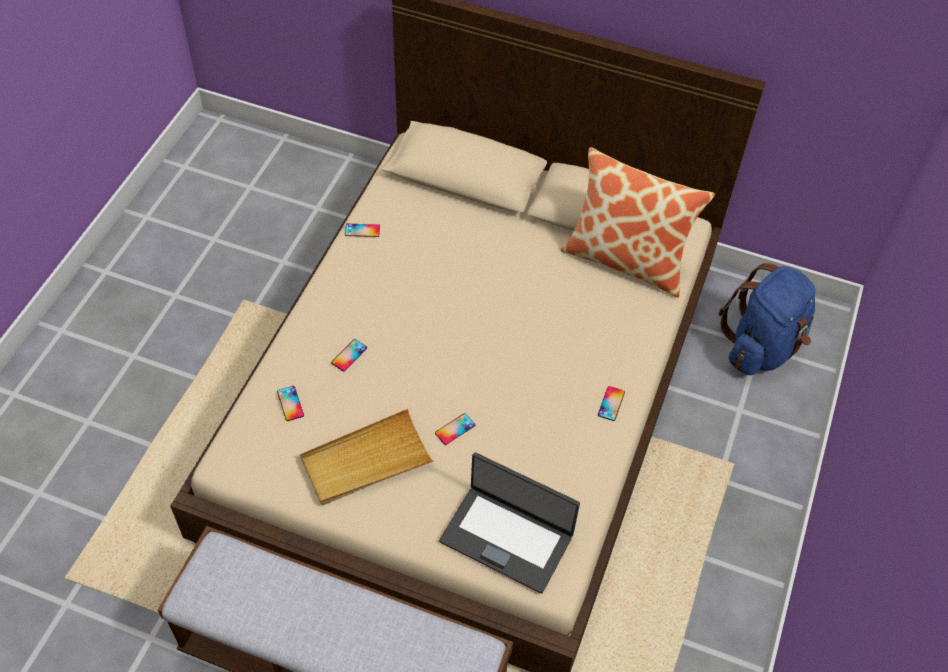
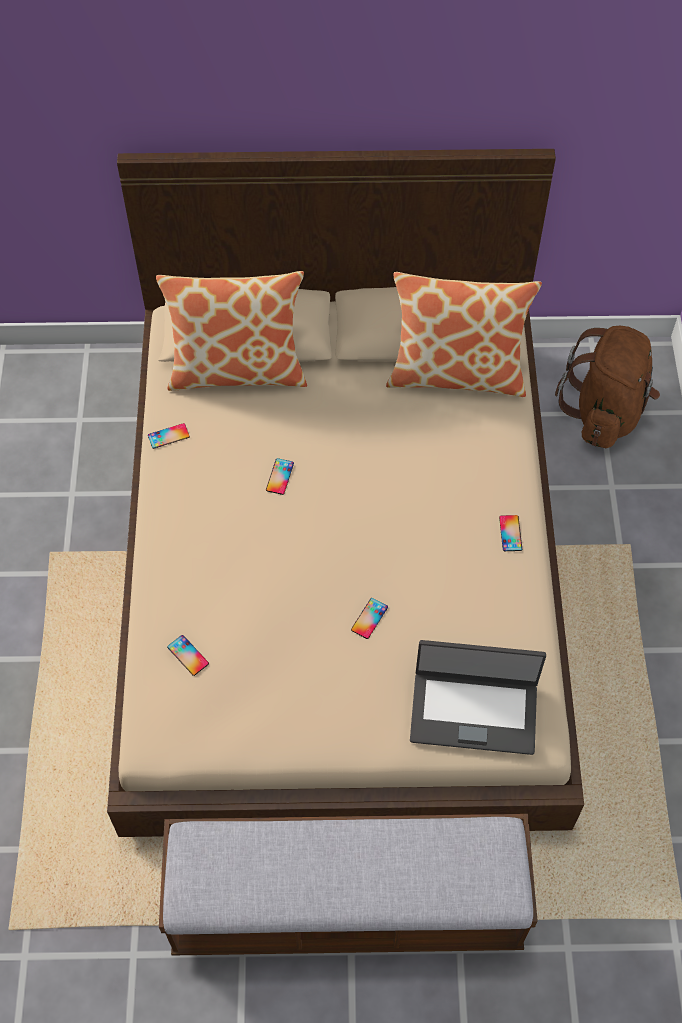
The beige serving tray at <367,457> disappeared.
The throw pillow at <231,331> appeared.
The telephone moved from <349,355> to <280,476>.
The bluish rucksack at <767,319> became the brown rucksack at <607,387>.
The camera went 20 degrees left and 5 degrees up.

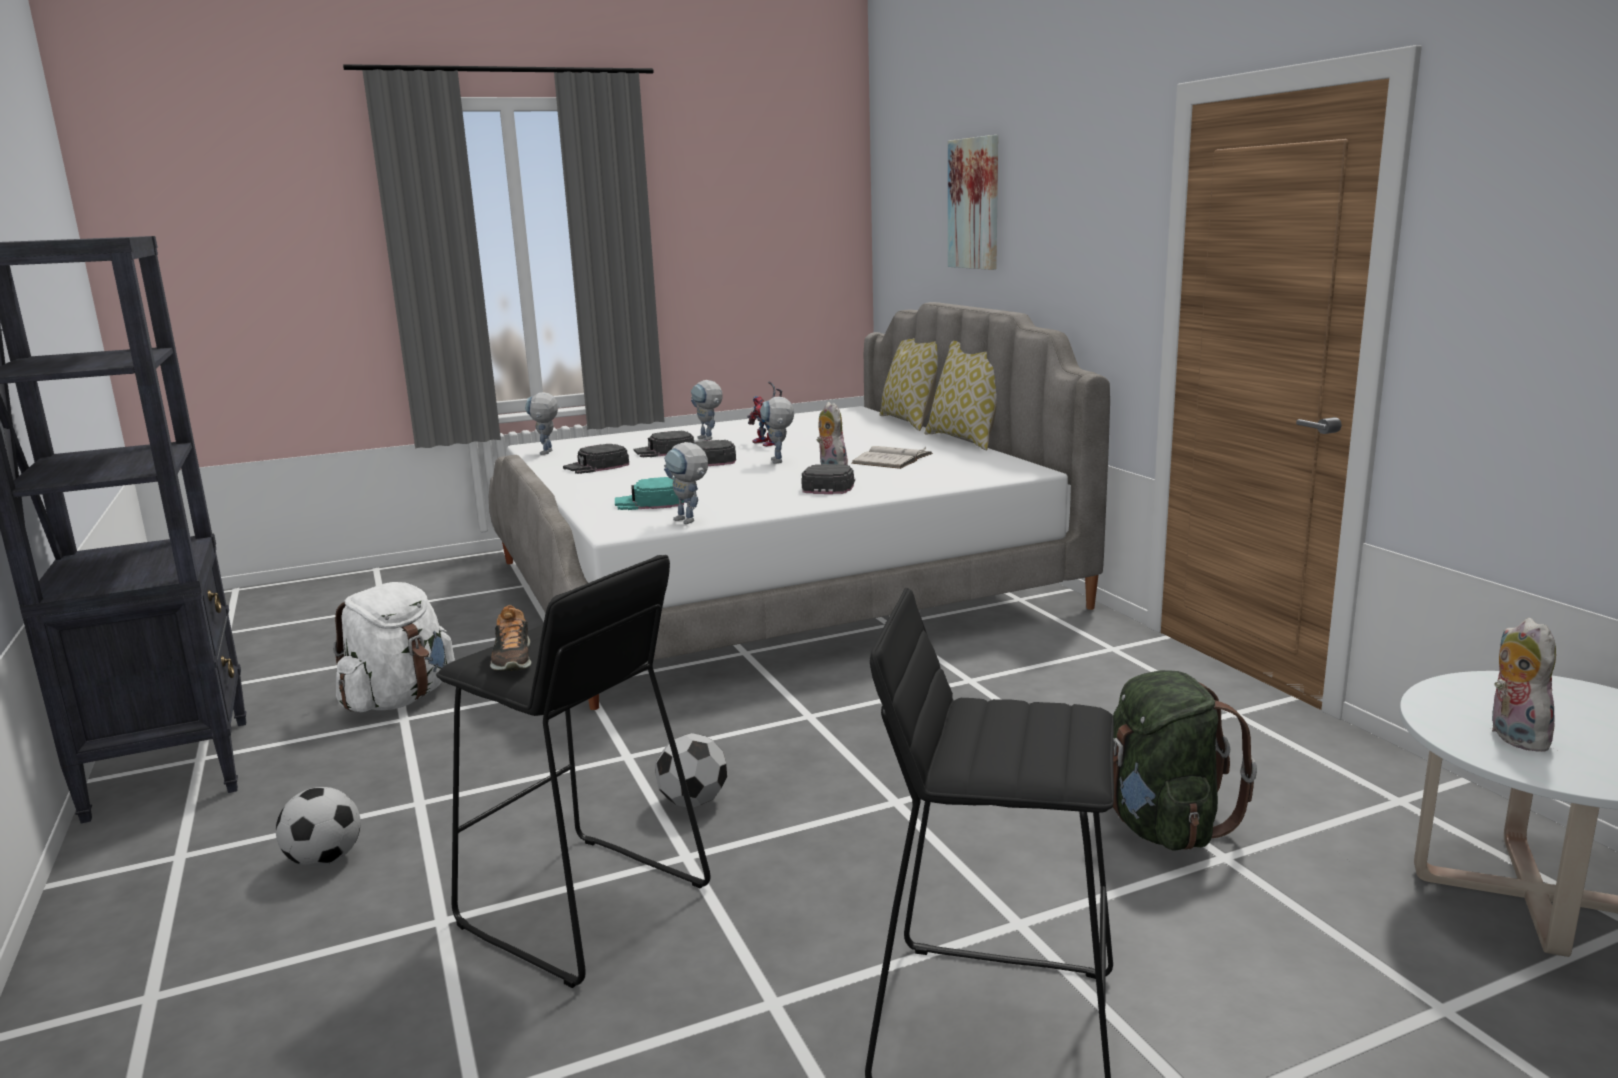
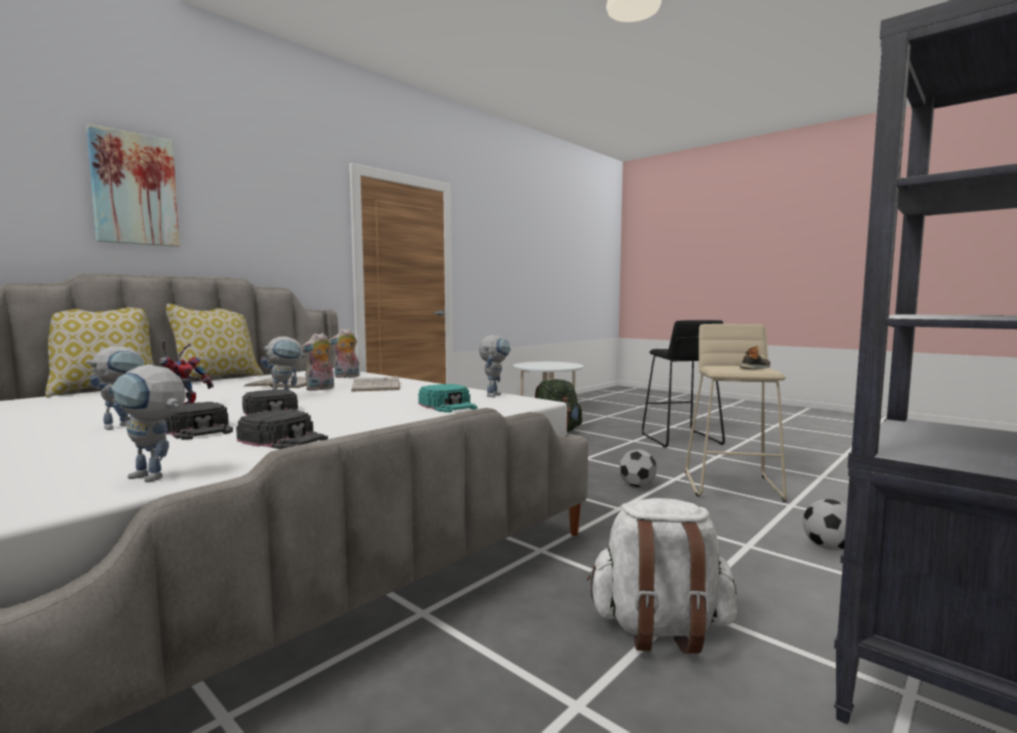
The soft toy moved from <1523,685> to <344,353>.
The blackish cap at <828,479> was replaced by the white-coloured book at <375,383>.
The blackish stool seat at <573,771> became the beige stool seat at <736,413>.
The toy robot at <541,423> turned 45 degrees clockwise.
The camera went 115 degrees left and 10 degrees down.

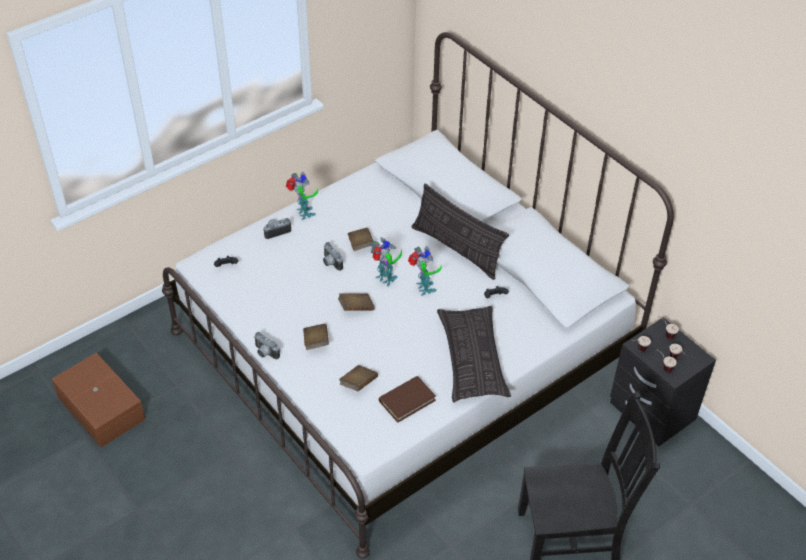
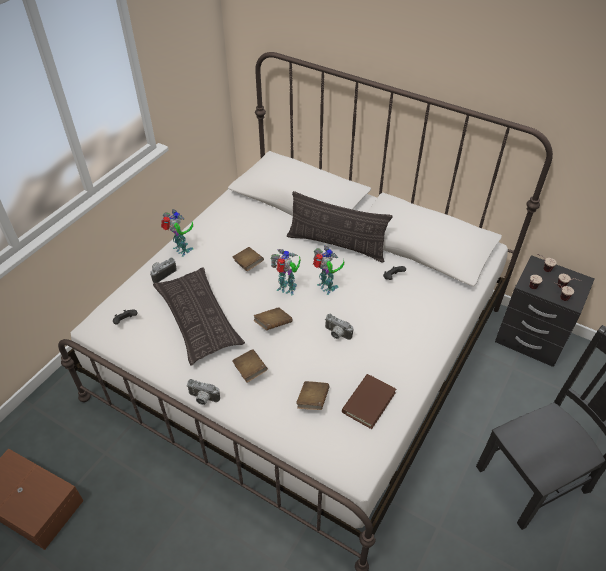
The still camera moved from <333,256> to <339,327>.
The throw pillow moved from <474,354> to <199,316>.
The camera went 20 degrees left and 0 degrees up.

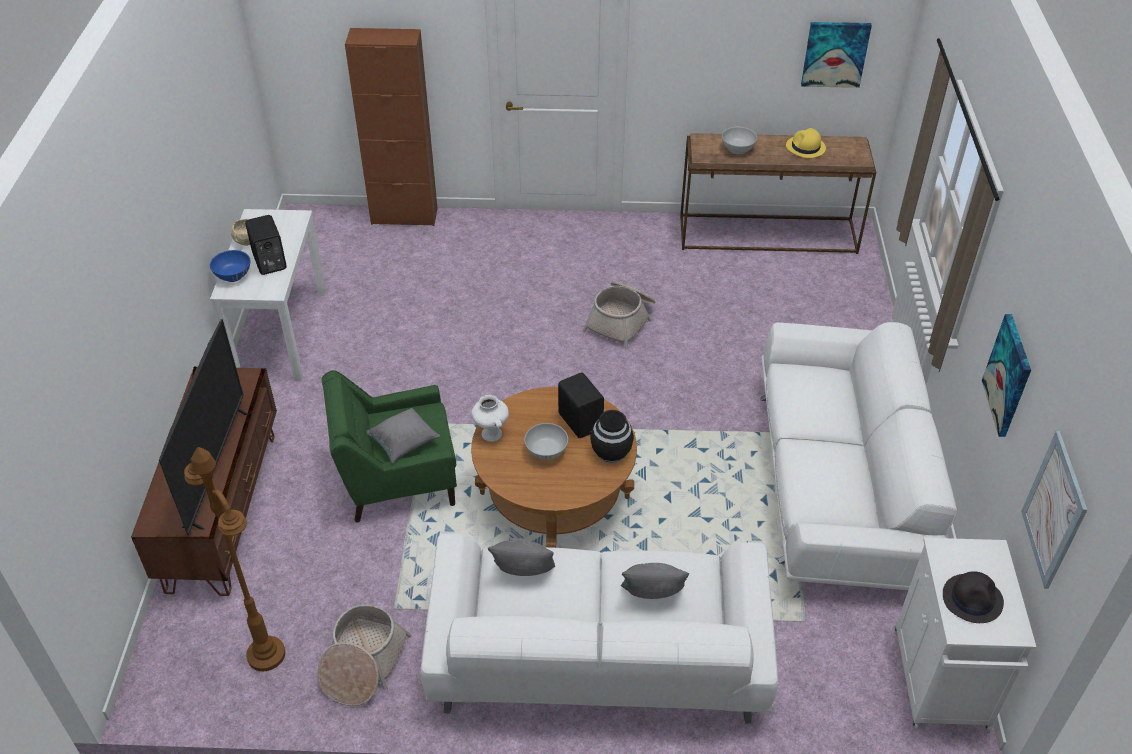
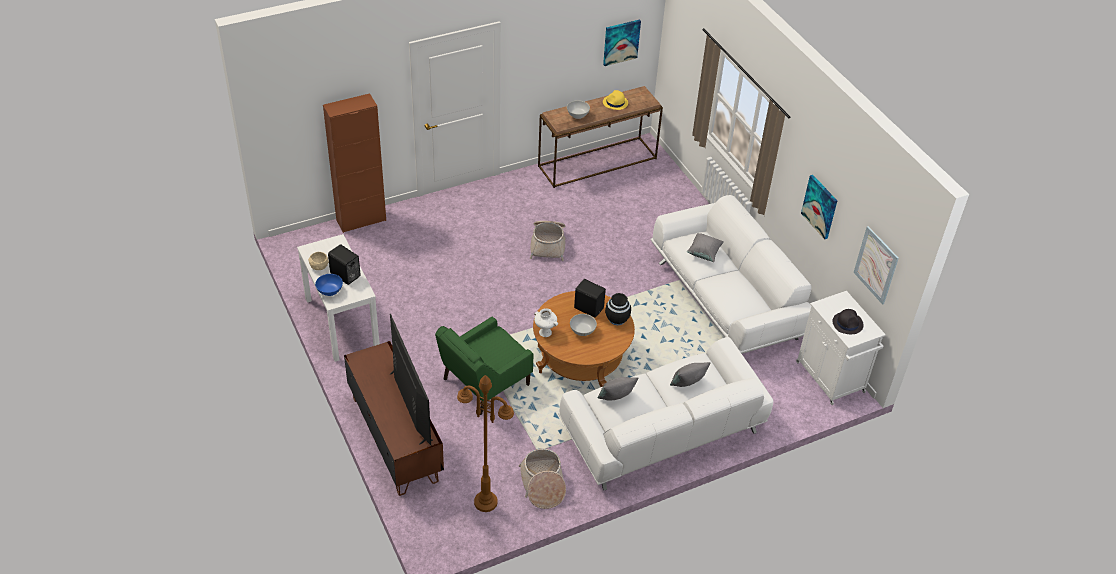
The greyish throw pillow moved from <403,435> to <705,247>.
The camera went 30 degrees left and 0 degrees up.

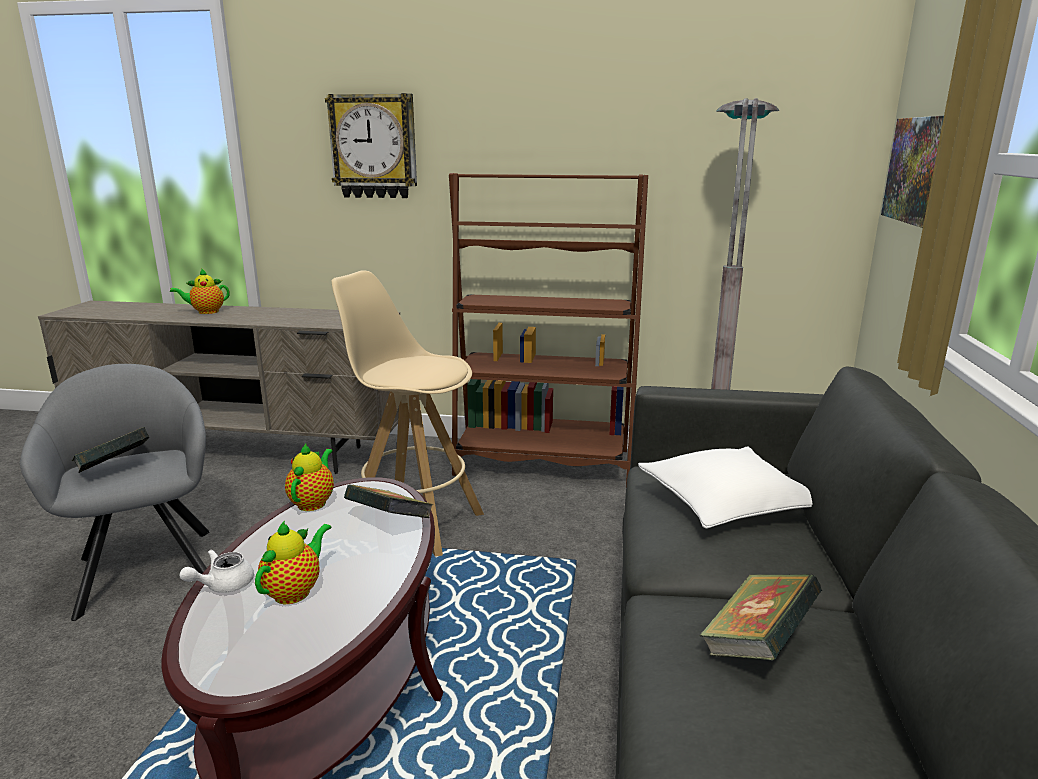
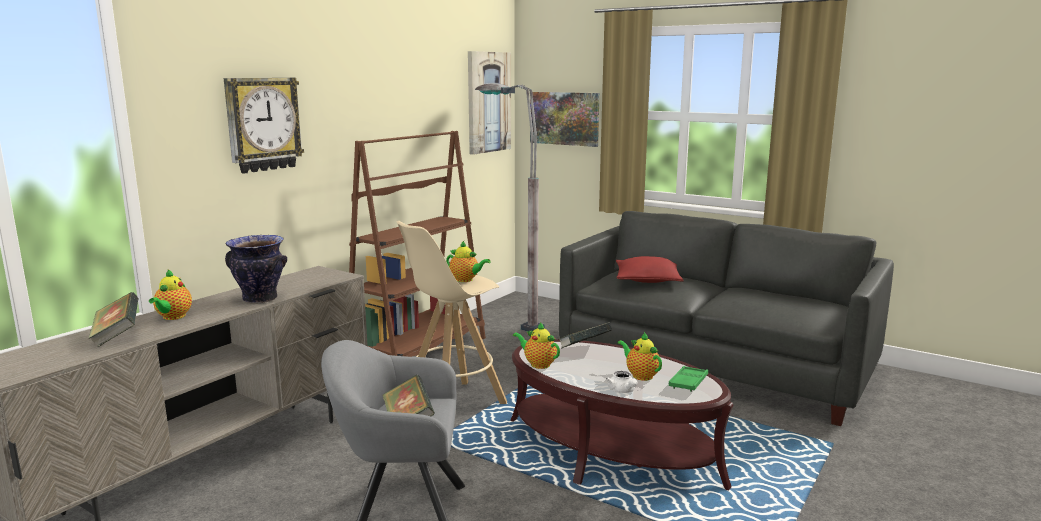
The vase at <256,269> appeared.
The tea pot at <468,261> appeared.
The picture at <489,103> appeared.
The green-coloured serving tray at <688,379> appeared.
The book moved from <760,617> to <113,319>.
The white-coloured throw pillow at <725,487> became the red-coloured throw pillow at <650,269>.
The camera went 65 degrees left and 5 degrees down.

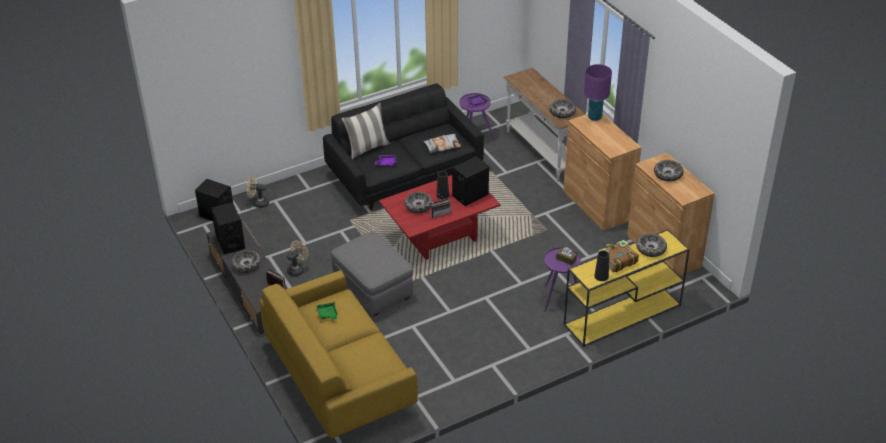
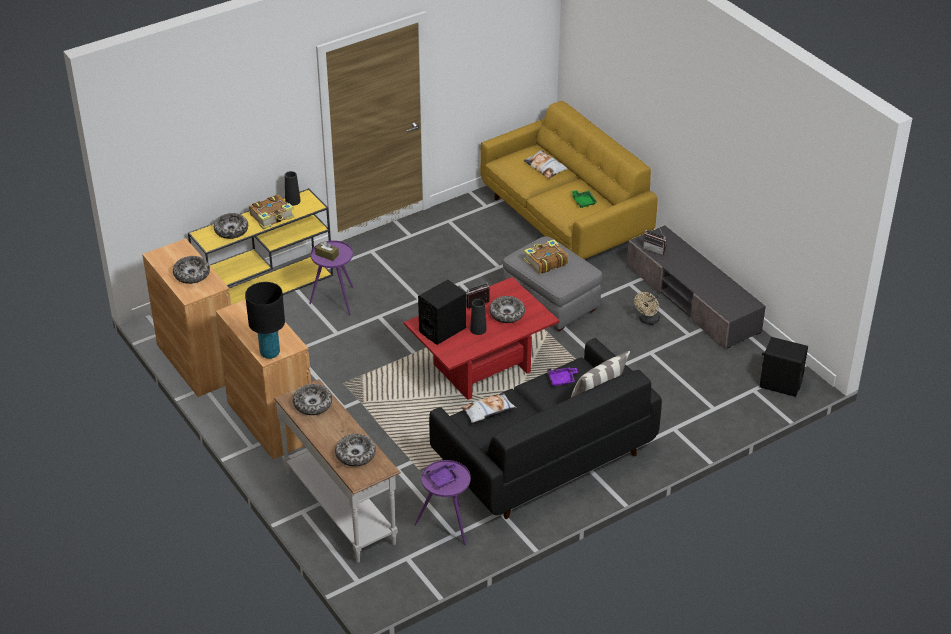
The blackish loudspeaker at <228,228> disappeared.
The beige cooling fan at <257,192> disappeared.
The throw pillow at <545,164> appeared.
The book at <546,256> appeared.
The serving bowl moved from <246,261> to <355,450>.
The purple lamp for a table at <598,92> became the blackish lamp for a table at <265,320>.
The camera went 175 degrees right and 0 degrees up.

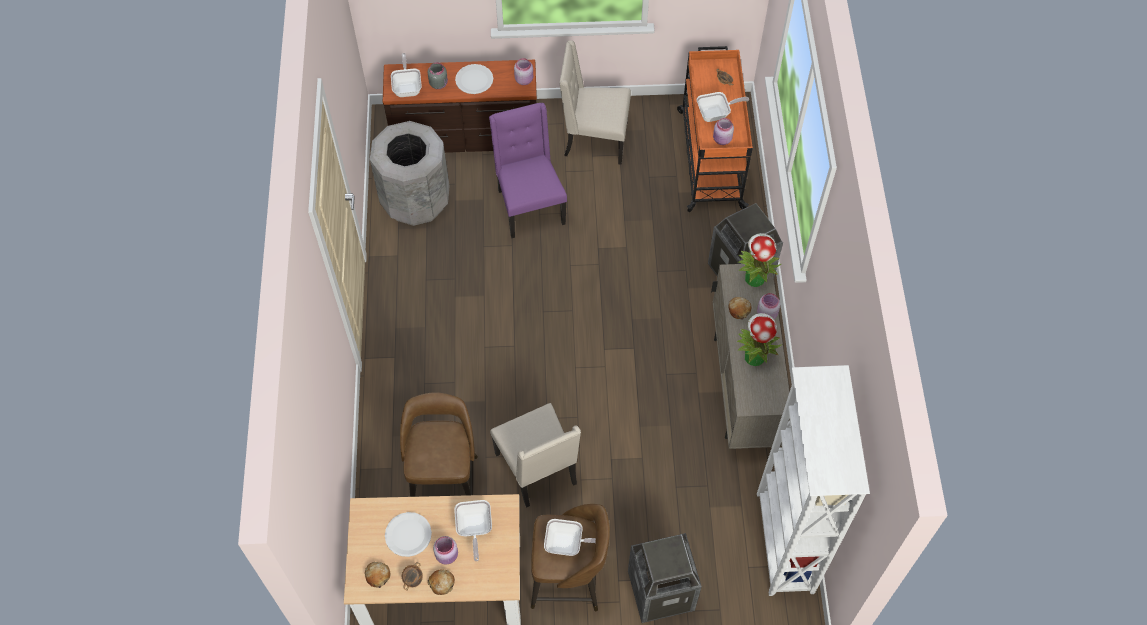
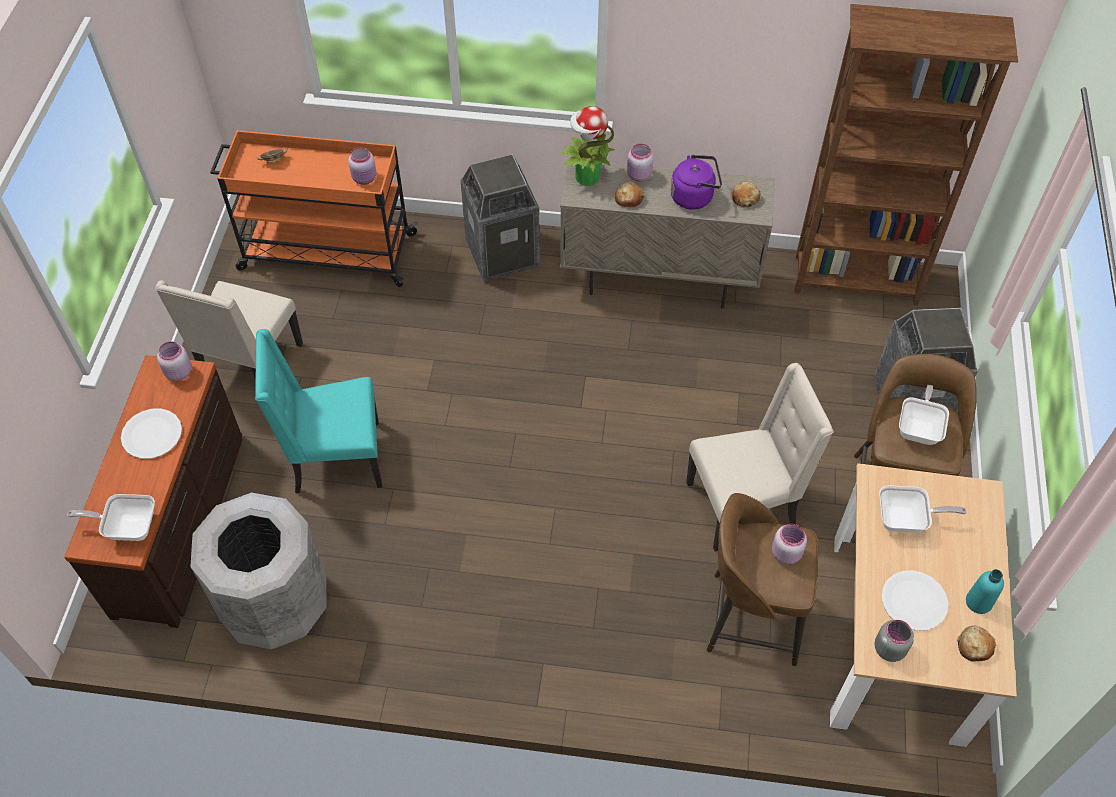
The frying pan at <723,107> disappeared.
The bread moved from <441,582> to <746,194>.
The greyish jar moved from <438,75> to <894,641>.
The pink jar moved from <445,550> to <789,544>.
The serving bowl at <412,576> was replaced by the blue-green drink bottle at <985,591>.
The potted plant at <759,339> was replaced by the purple kettle at <696,182>.
The purple chair at <528,170> became the blue-green chair at <319,411>.
The white-coloured shelving unit at <813,480> became the brown shelving unit at <906,155>.
The camera went 80 degrees left and 5 degrees down.

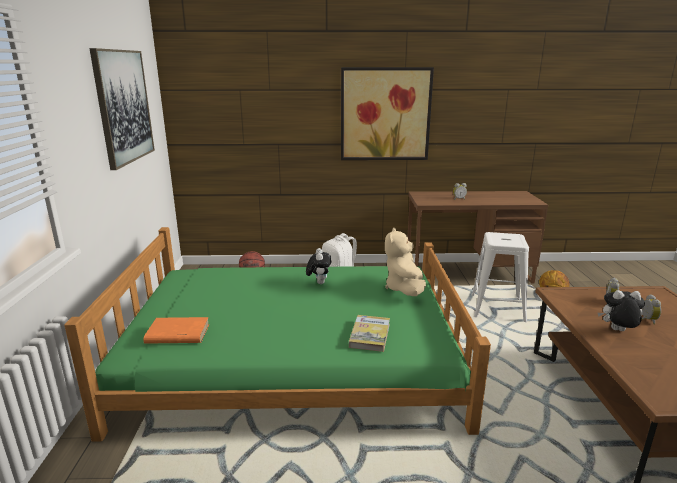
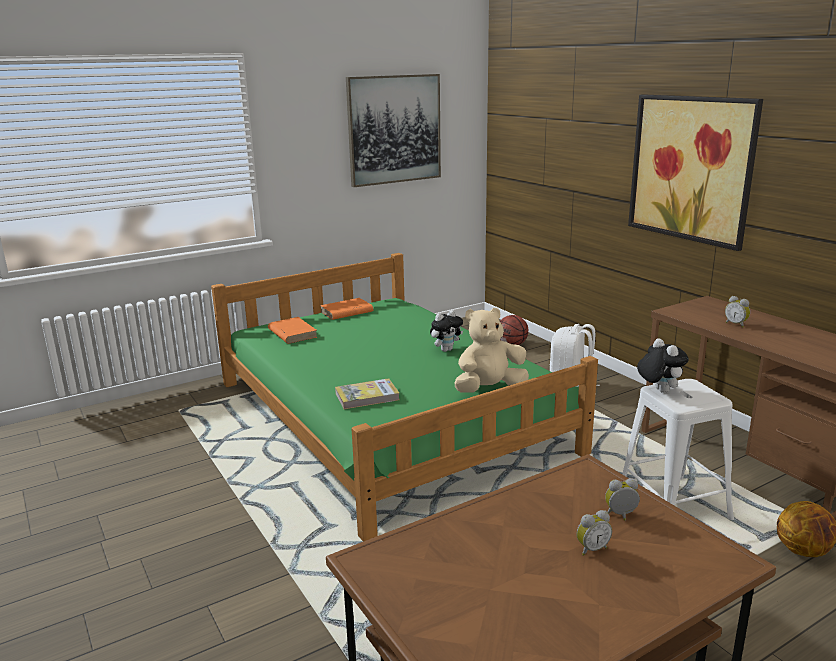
The orangey book at <346,309> appeared.
The soft toy moved from <621,310> to <663,365>.
The camera went 60 degrees right and 0 degrees up.

